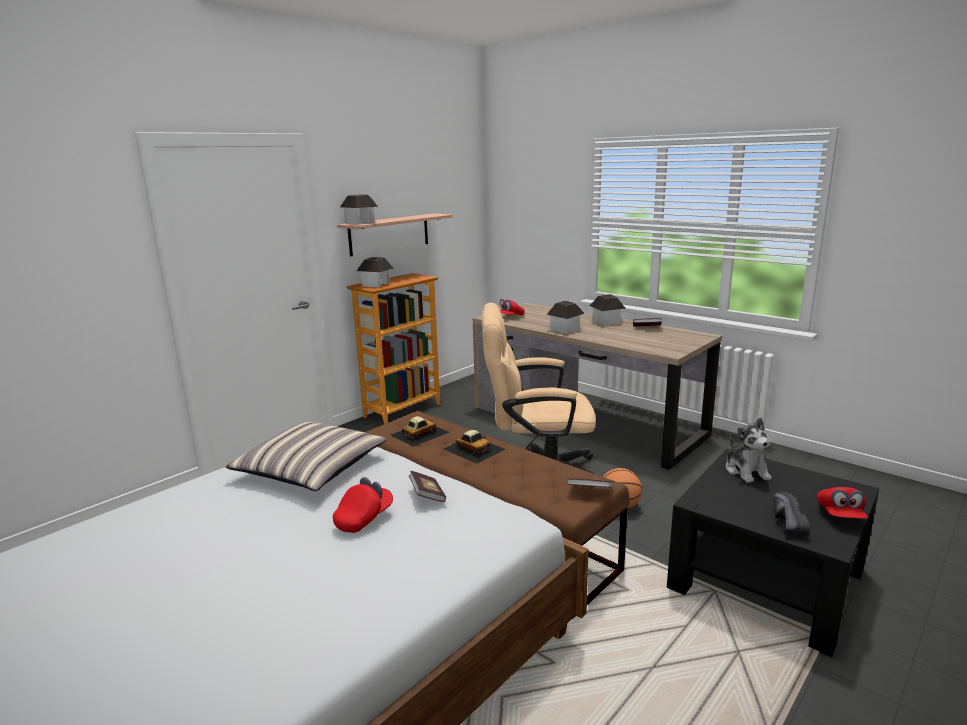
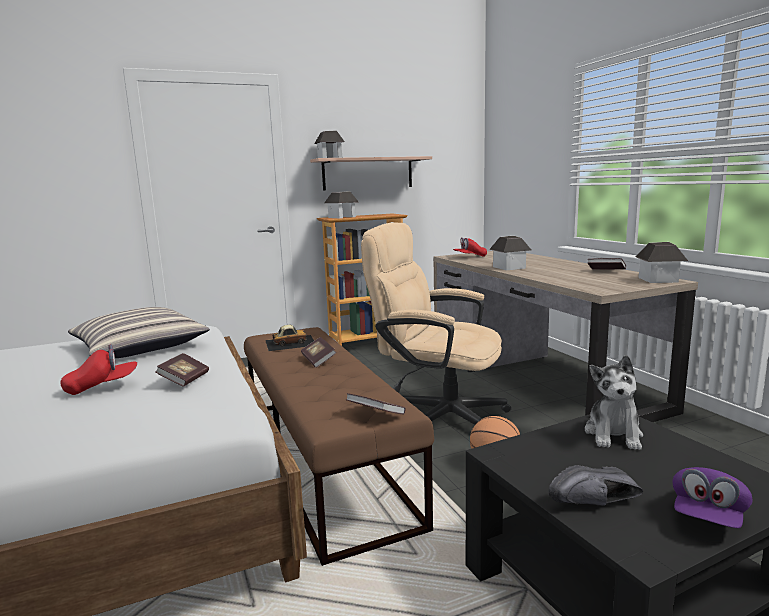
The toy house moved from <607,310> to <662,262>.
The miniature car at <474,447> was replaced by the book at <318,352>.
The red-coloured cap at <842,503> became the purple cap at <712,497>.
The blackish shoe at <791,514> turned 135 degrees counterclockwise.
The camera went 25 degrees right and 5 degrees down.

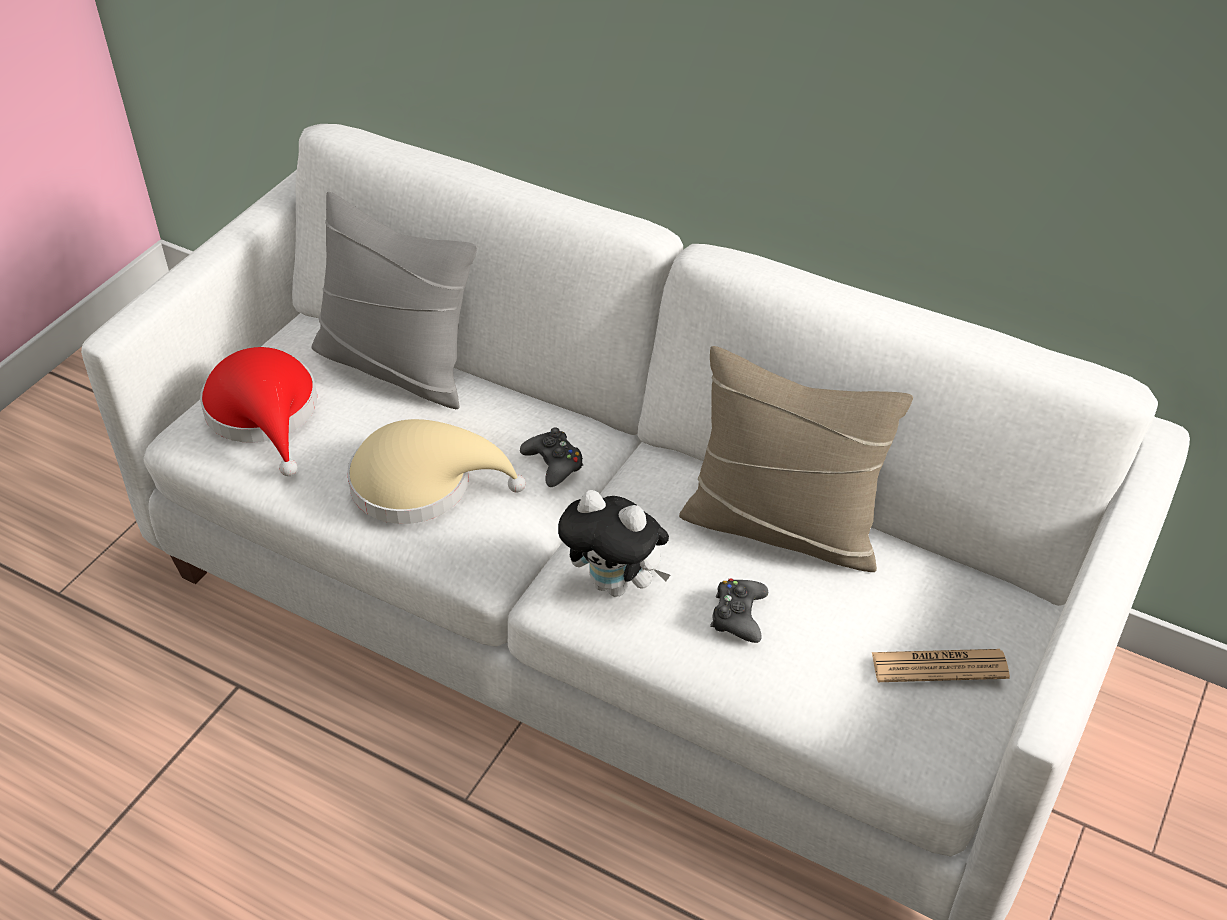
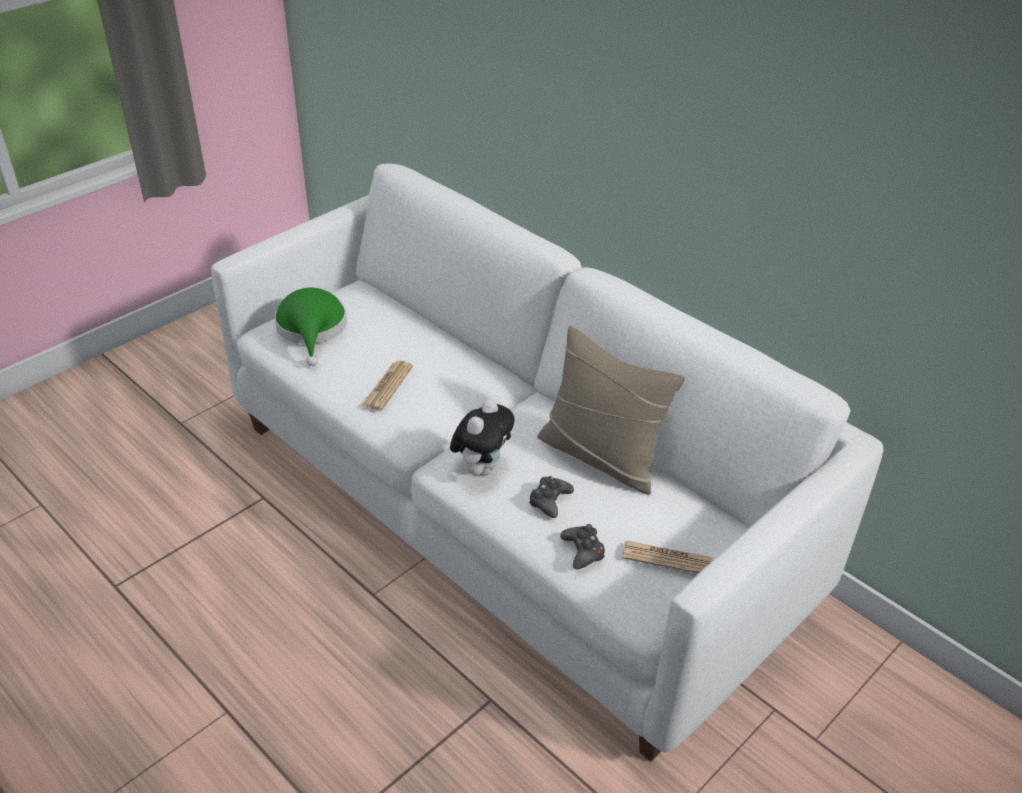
The greyish throw pillow at <394,300> disappeared.
The blackish gamepad moved from <551,457> to <582,546>.
The beige wearable hat at <436,471> was replaced by the daily paper at <387,386>.
The red-coloured wearable hat at <258,411> became the green-coloured wearable hat at <310,327>.
The soft toy at <614,543> turned 105 degrees counterclockwise.
The camera went 15 degrees right and 5 degrees down.

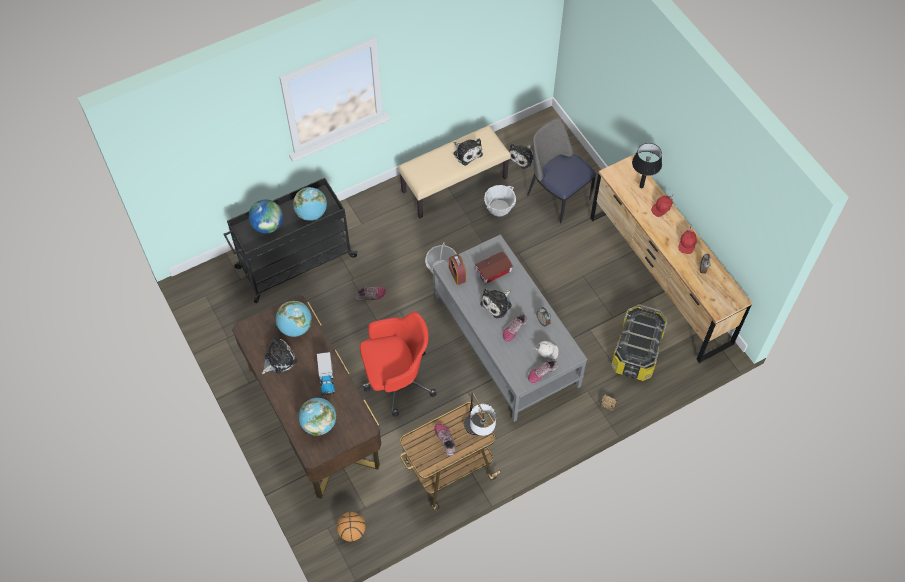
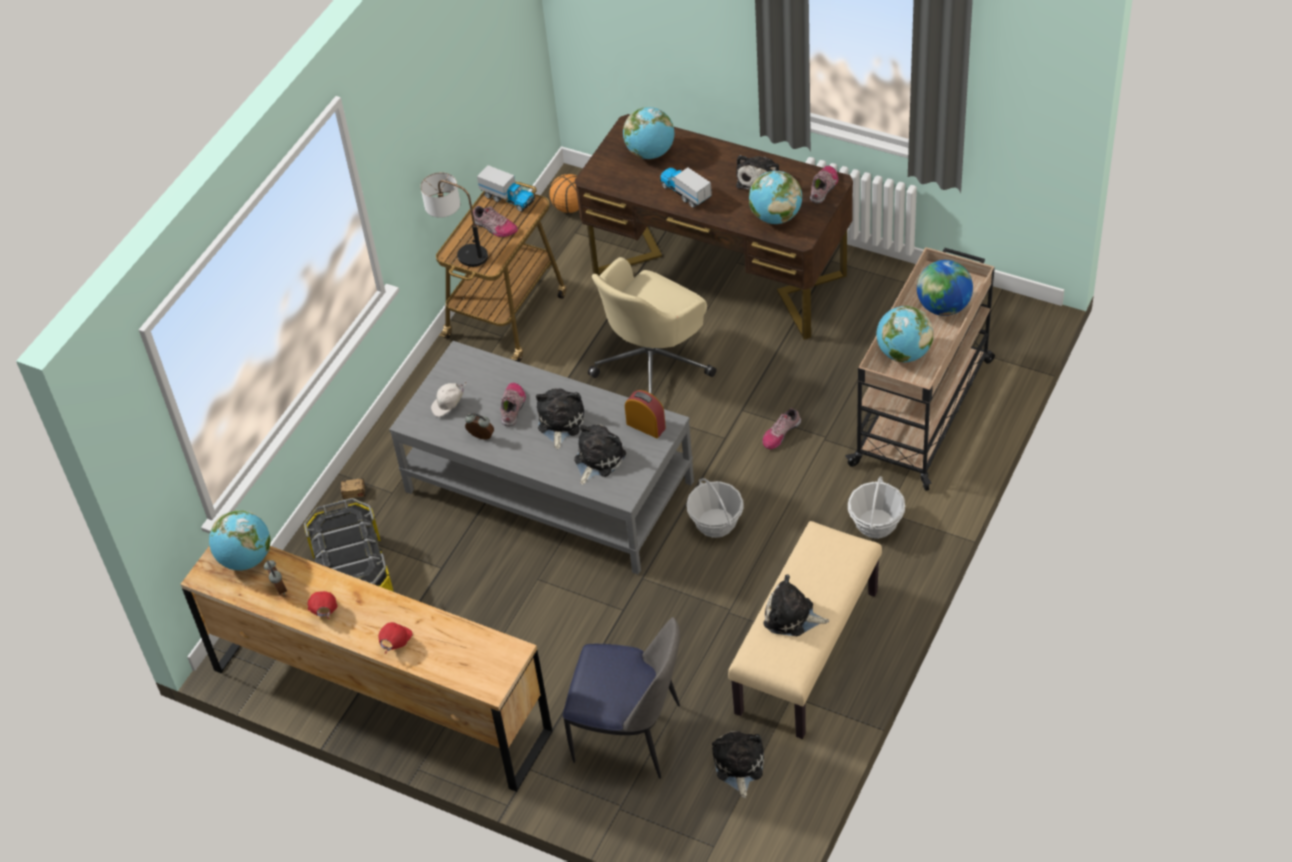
The blackish lamp for a table at <647,165> disappeared.
The desk globe at <239,540> appeared.
The model truck at <506,188> appeared.
The household basket moved from <500,201> to <876,507>.
The shoe moved from <543,371> to <824,184>.
The toy house at <494,267> was replaced by the soft toy at <600,454>.
The blackish cart at <290,240> became the beige cart at <920,369>.
The red-coloured computer chair at <398,364> became the beige computer chair at <652,325>.
The camera went 150 degrees right and 10 degrees down.

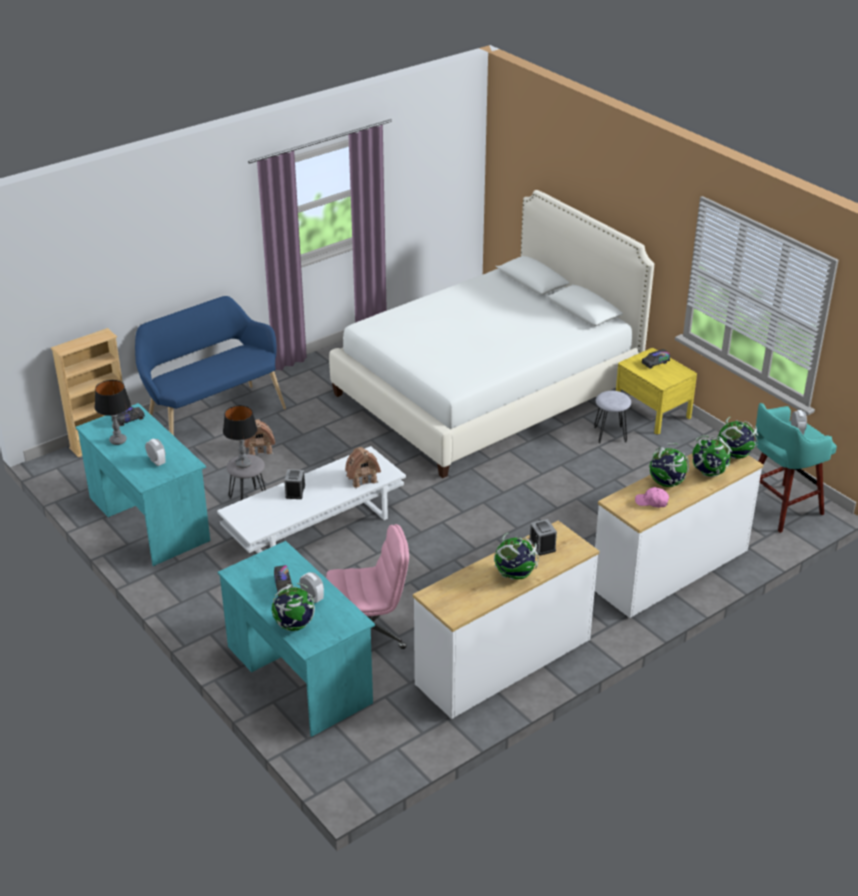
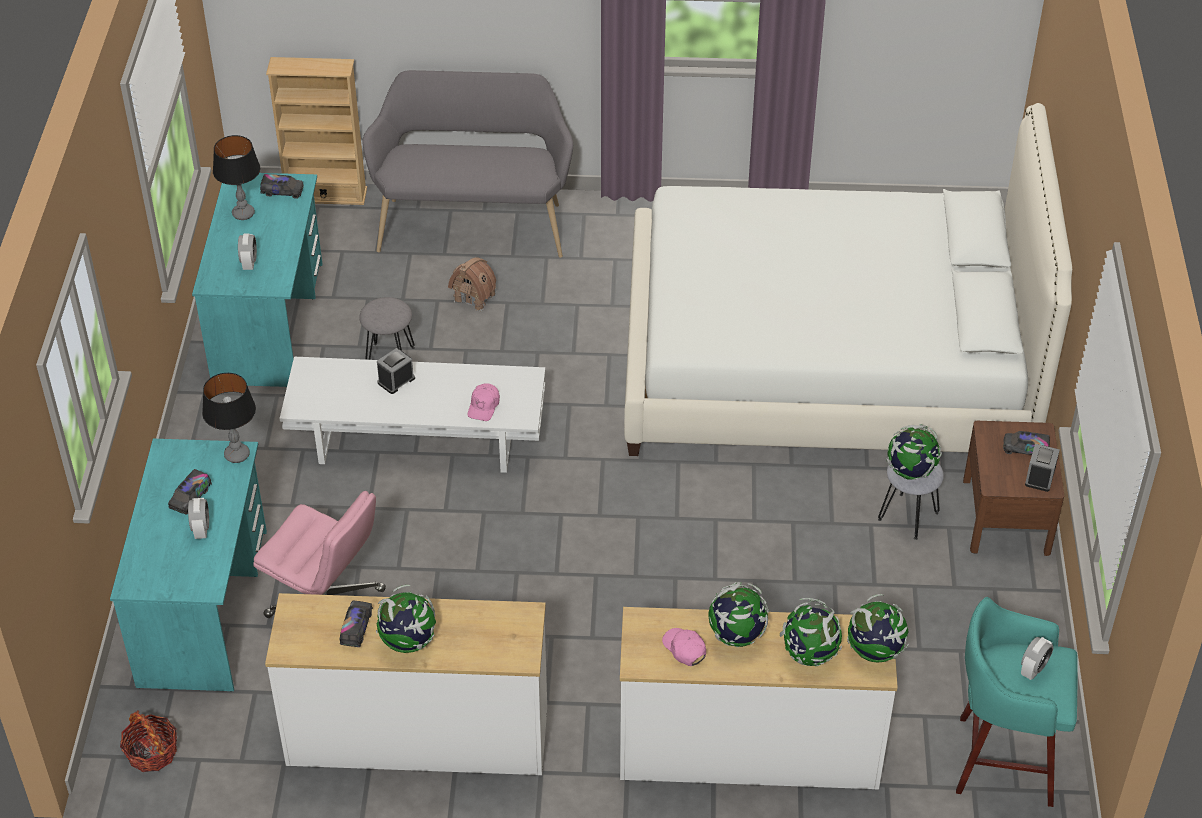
The household basket at <148,741> appeared.
The model truck at <356,624> appeared.
The lamp for a table moved from <240,436> to <229,418>.
The desk globe moved from <293,607> to <914,452>.
The alarm clock moved from <543,537> to <1042,468>.
The toy house at <363,468> was replaced by the pink cap at <483,402>.
The bluish long seat at <210,366> became the greyish long seat at <467,164>.
The yellow-coloured nightstand at <656,391> became the brown nightstand at <1013,488>.
The camera went 40 degrees right and 10 degrees up.

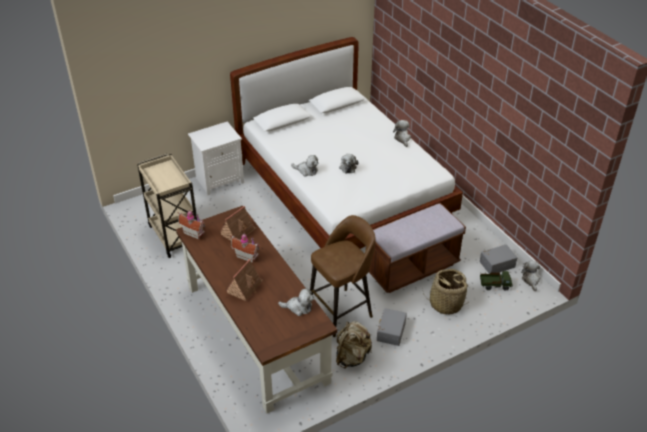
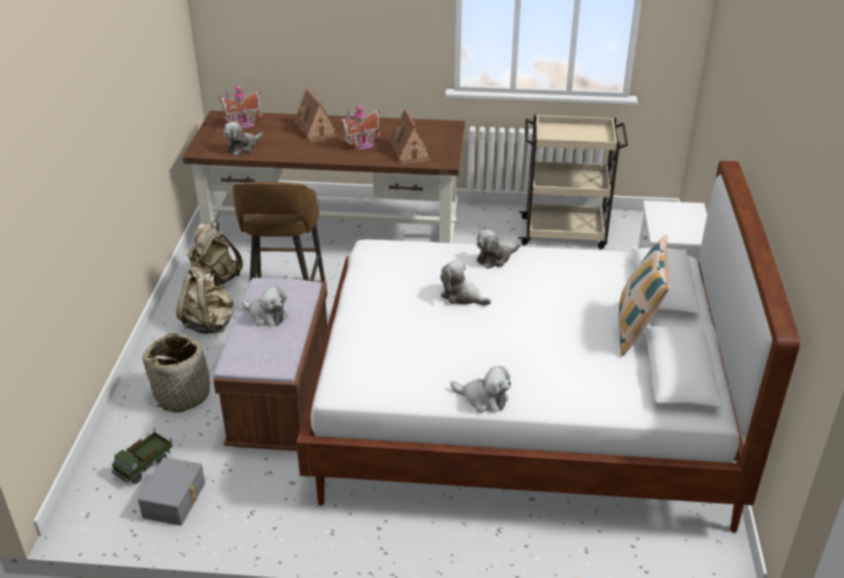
The throw pillow at <643,295> appeared.
The toy house moved from <191,225> to <240,106>.
The soft toy moved from <530,276> to <264,307>.
The greyish storage bin at <392,327> was replaced by the beige rucksack at <205,300>.
The camera went 125 degrees right and 5 degrees down.

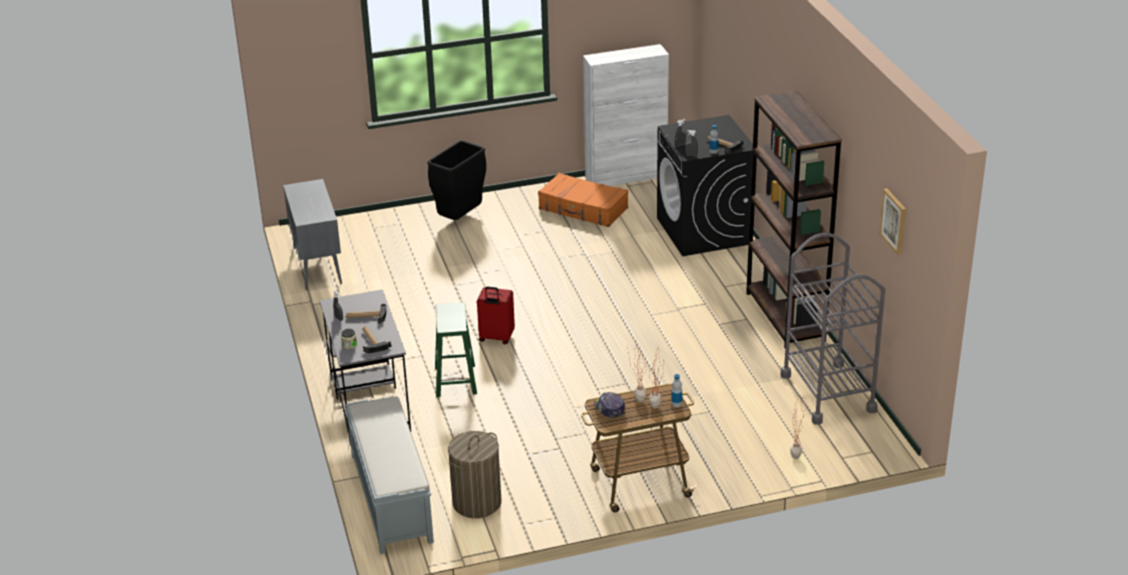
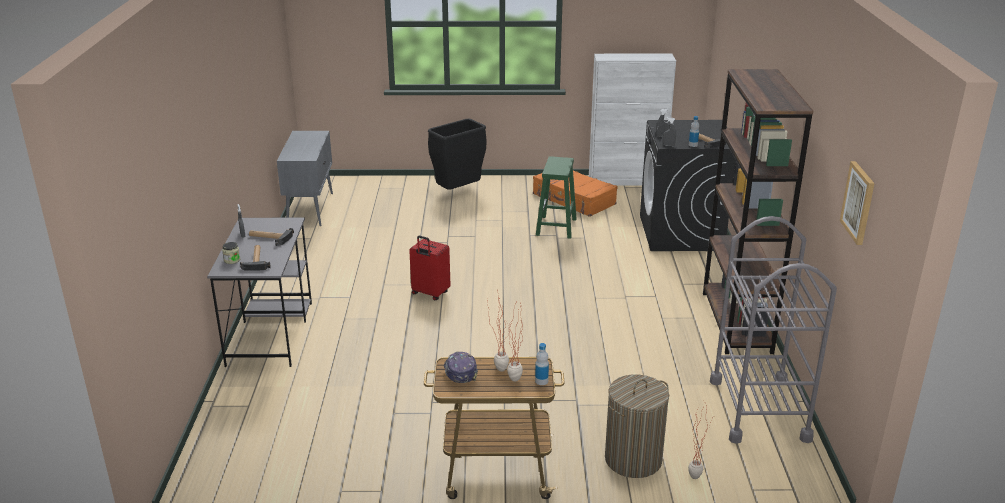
The greyish long seat at <389,475> disappeared.
The green-coloured stool seat moved from <456,349> to <556,197>.
The laundry basket moved from <474,474> to <637,426>.
The camera went 15 degrees right and 5 degrees down.

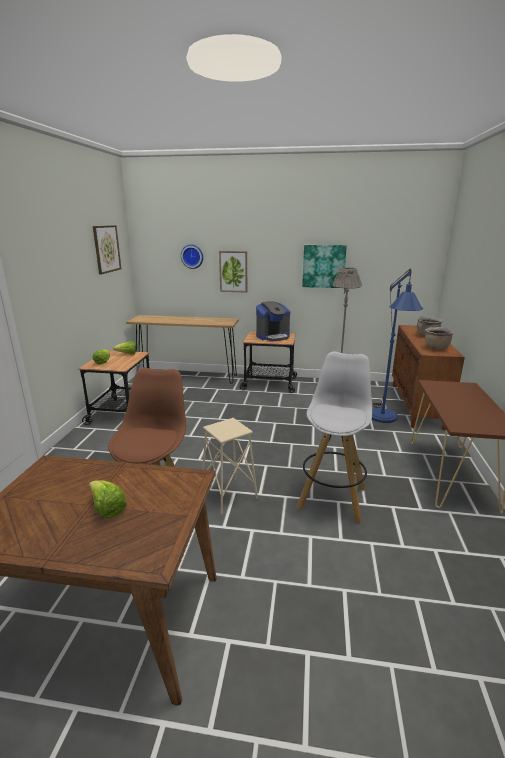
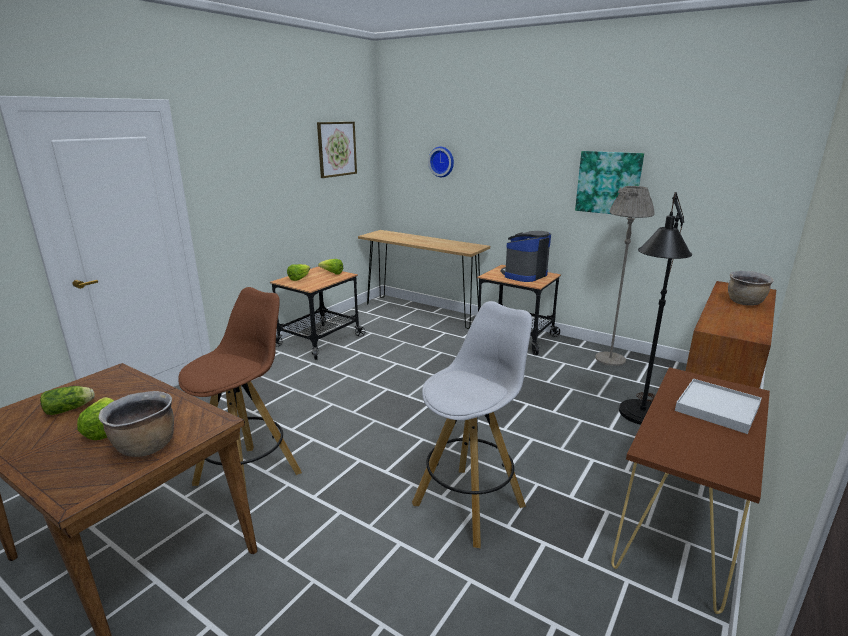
The beige stool seat at <230,466> disappeared.
The picture at <233,272> disappeared.
The lettuce head at <67,400> appeared.
The white-coloured serving tray at <718,406> appeared.
The brown saucepot moved from <439,338> to <136,424>.
The bluish standing lamp at <397,346> became the blackish standing lamp at <655,308>.
The coffee machine at <273,321> turned 135 degrees clockwise.
The camera went 25 degrees right and 0 degrees up.

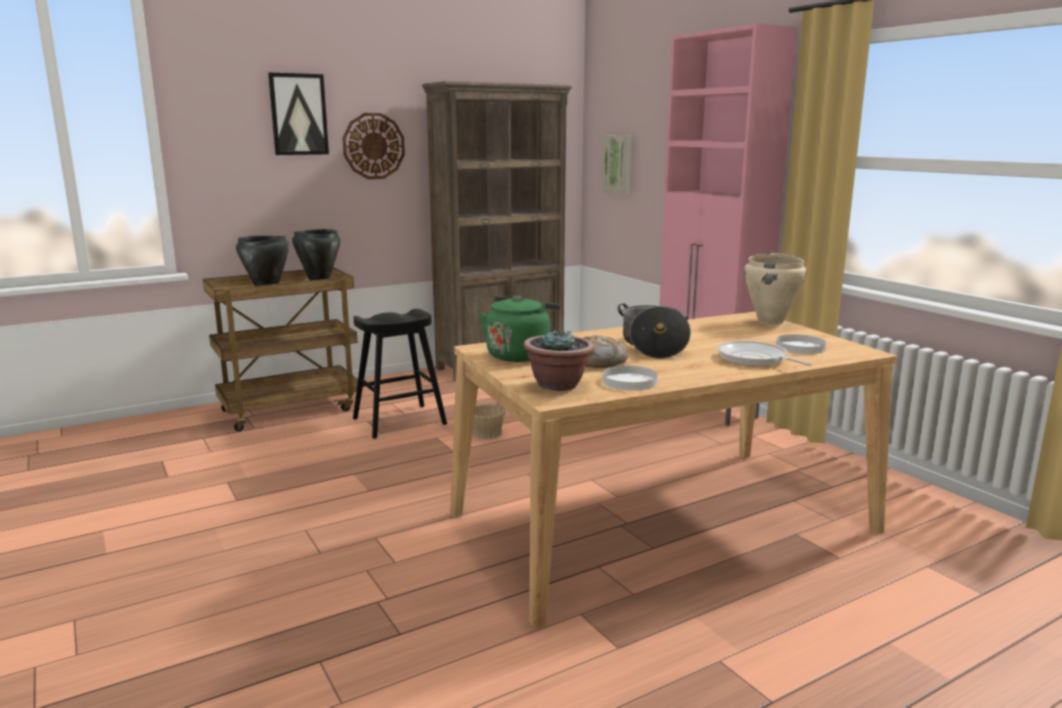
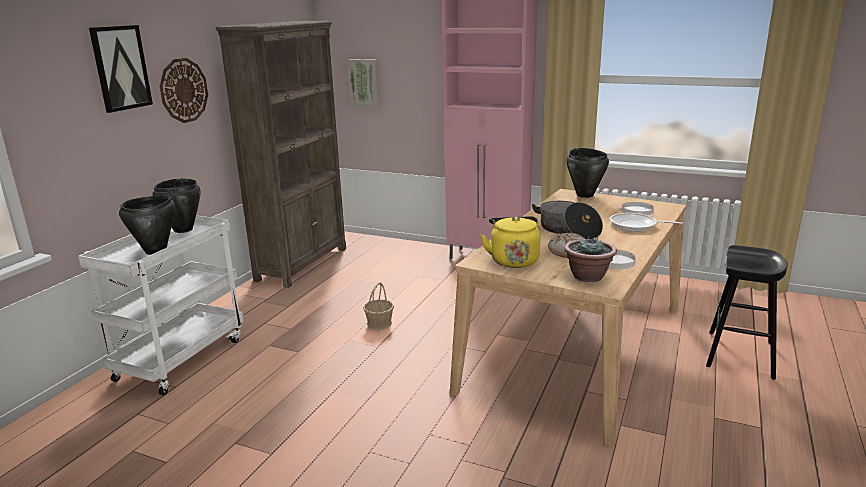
The blackish stool seat moved from <400,374> to <747,312>.
The brown cart at <280,349> became the white-coloured cart at <161,305>.
The green-coloured kettle at <519,328> became the yellow-coloured kettle at <510,242>.
The beige saucepot at <775,289> became the blackish saucepot at <587,173>.
The camera went 35 degrees left and 5 degrees up.

